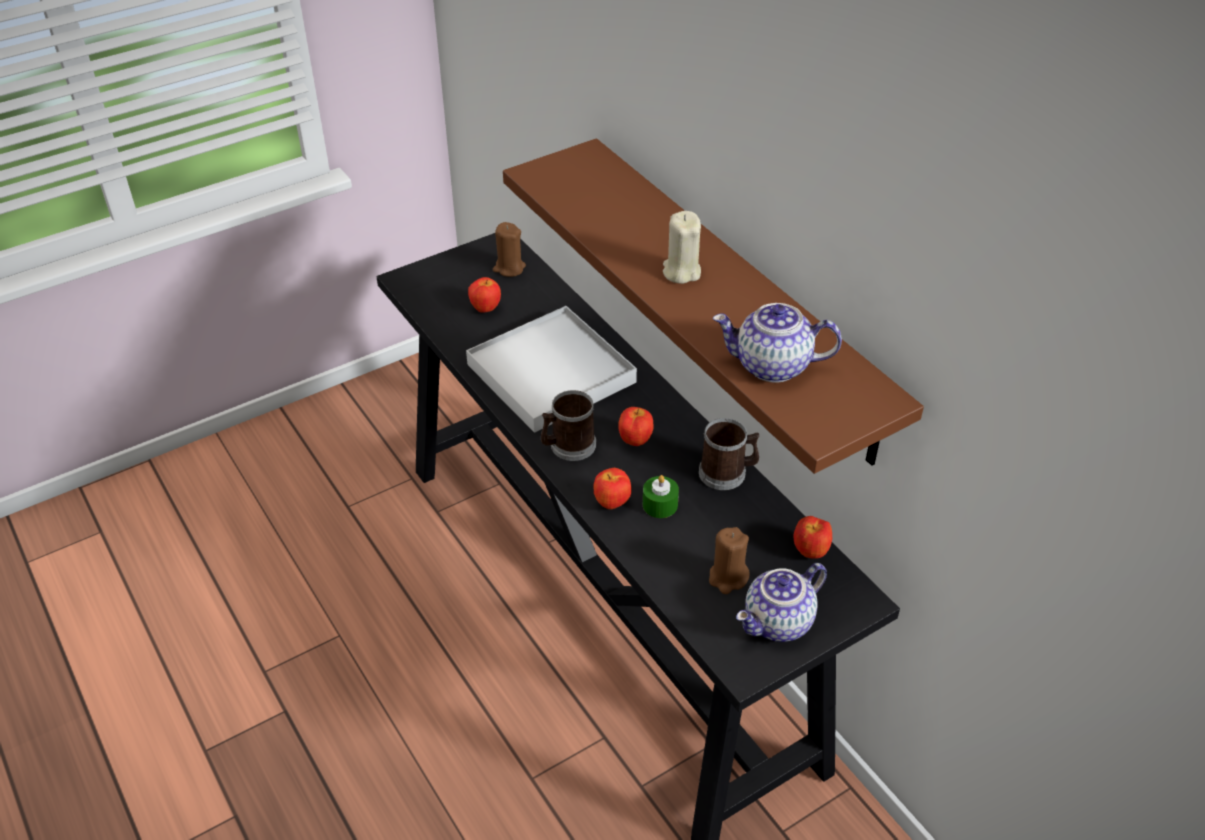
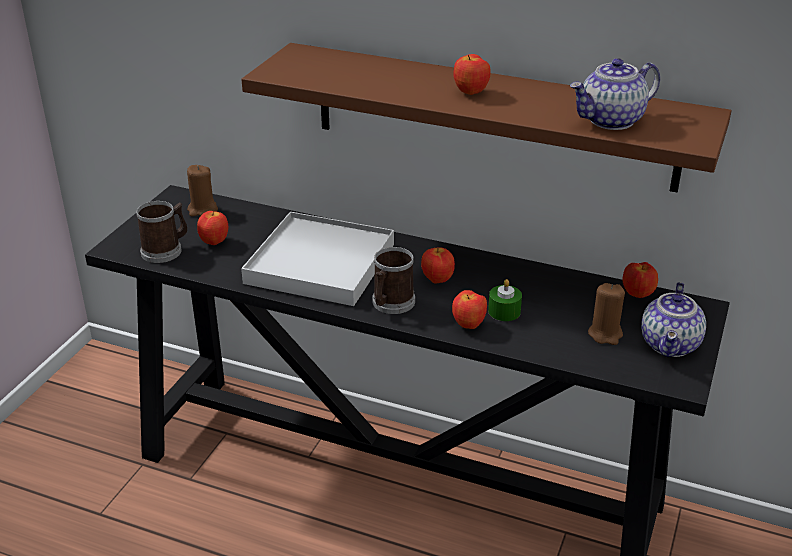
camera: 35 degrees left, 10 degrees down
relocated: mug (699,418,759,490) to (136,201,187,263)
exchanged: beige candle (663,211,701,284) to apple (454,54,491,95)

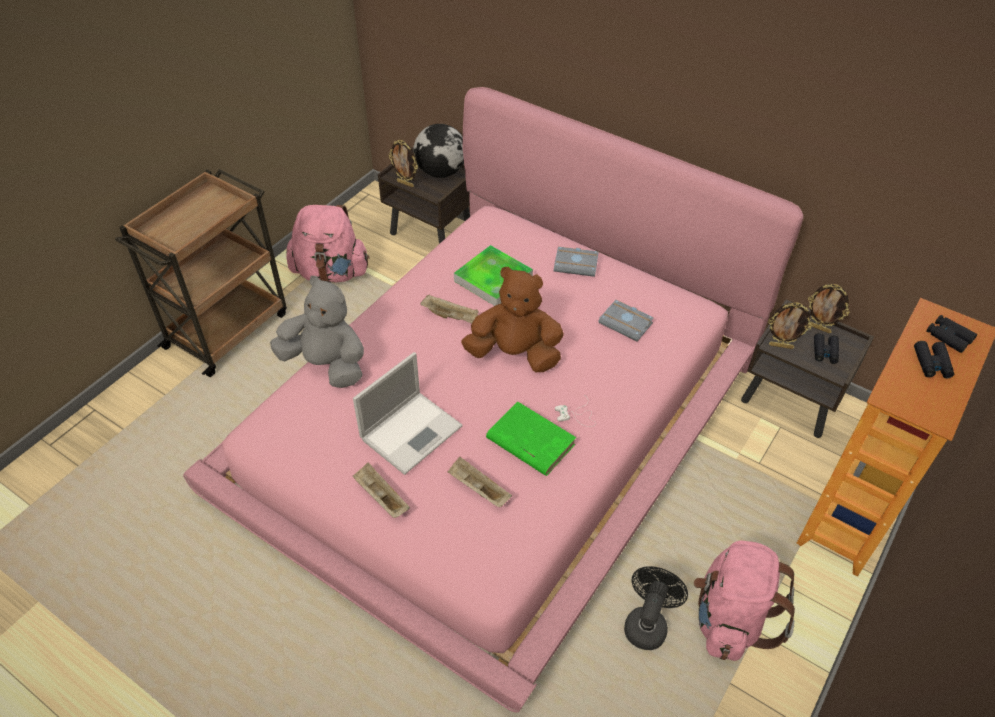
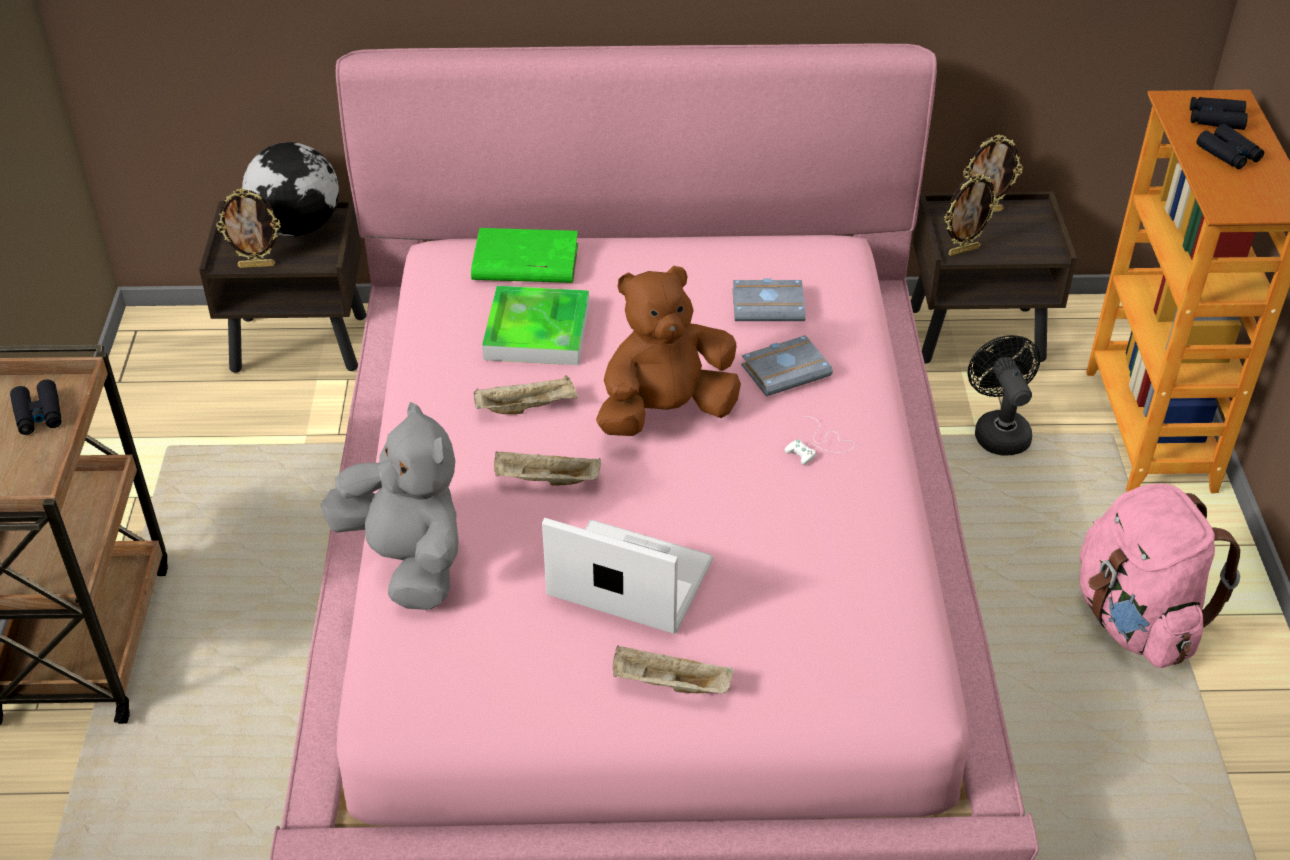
camera: 35 degrees left, 5 degrees down
missing: pink backpack (286,205,370,283)
relocated: black binoculars (814,333,839,364) to (10,380,62,435); green book (486,401,577,476) to (471,228,578,283); beige tray (448,457,512,507) to (494,451,601,486); grey book (554,246,599,277) to (741,335,833,396); black fan (624,566,688,650) to (968,335,1040,456)
spun: grey plush toy (270,276,364,388) = (321,402,458,610) 60 degrees clockwise; laptop (353,352,463,475) = (542,518,713,634) 75 degrees counterclockwise

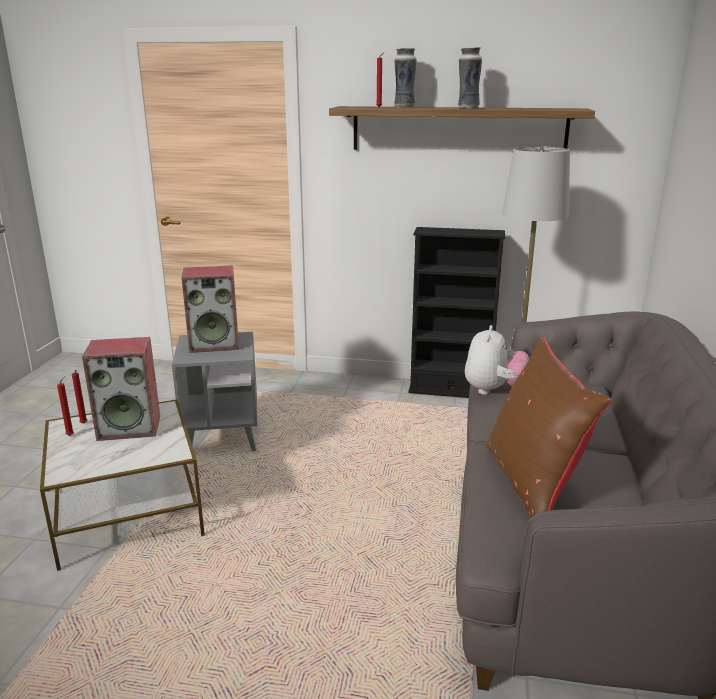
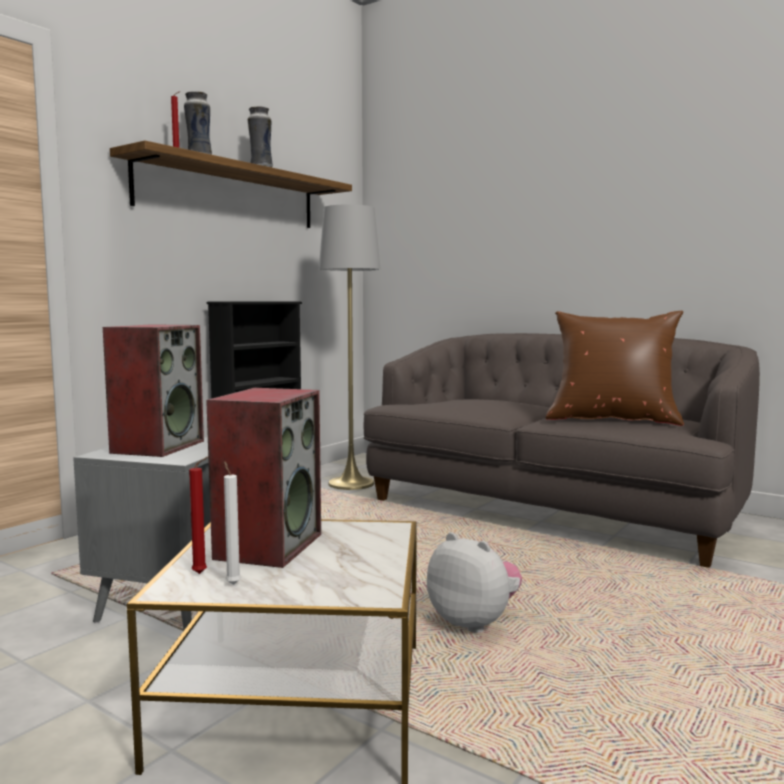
camera: 65 degrees left, 15 degrees down
relocated: plush toy (465,325,529,395) to (427,532,522,633)
colour: red candle (57,376,74,436) to white candle (224,461,241,585)

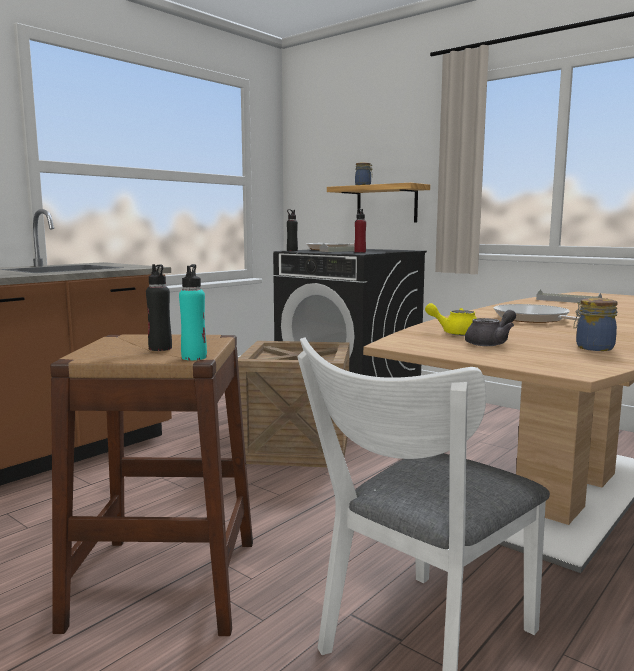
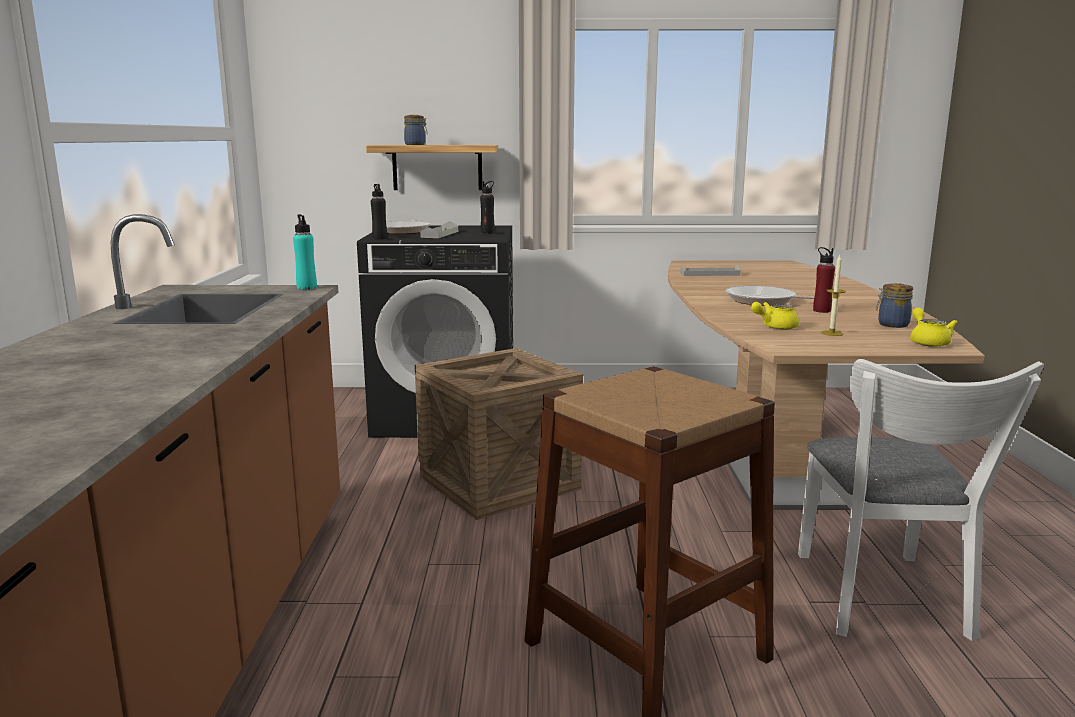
camera: 40 degrees left, 5 degrees up
appeared: yellow teapot (910,307,958,346)
relocated: turquoise bottle (179,264,207,360) to (293,214,317,289); black bottle (146,264,172,351) to (480,181,495,234); red bottle (354,209,366,253) to (813,247,835,313)
exchanged: grey teapot (465,310,516,346) to candle (821,255,846,336)

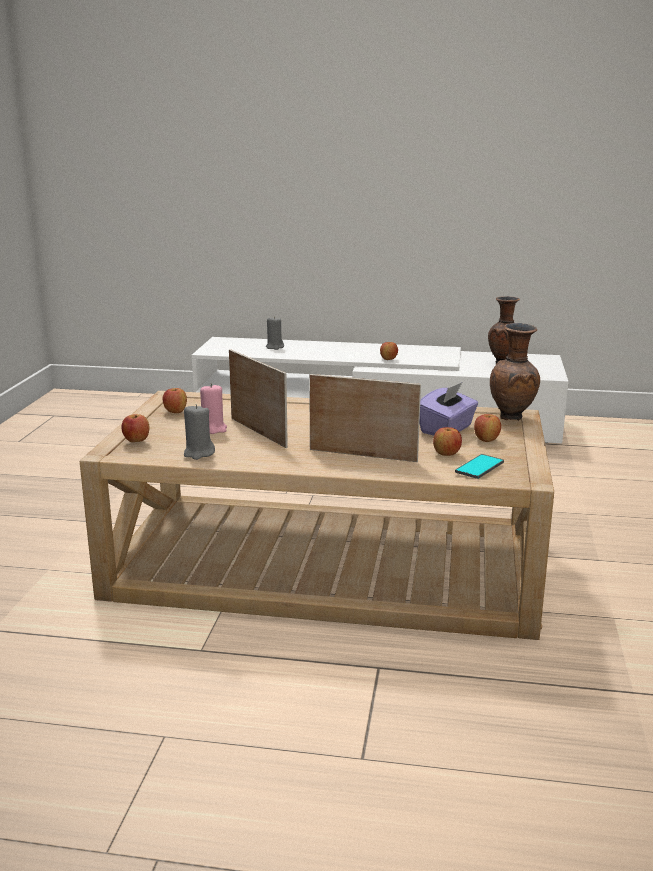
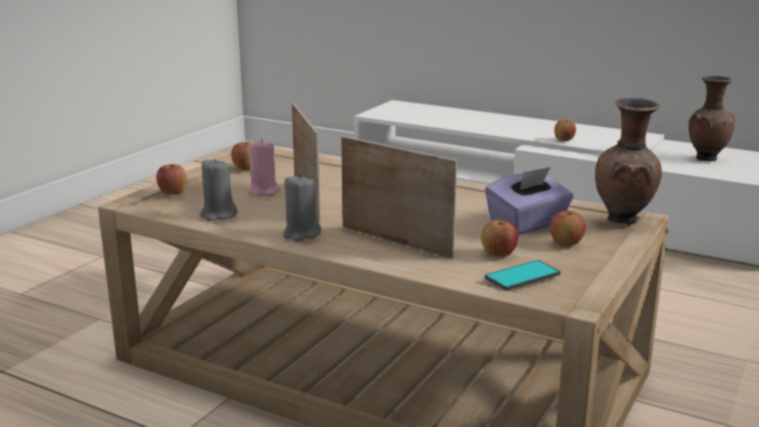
camera: 20 degrees right, 0 degrees up
relocated: grey candle (266,316,284,350) to (283,174,321,242)

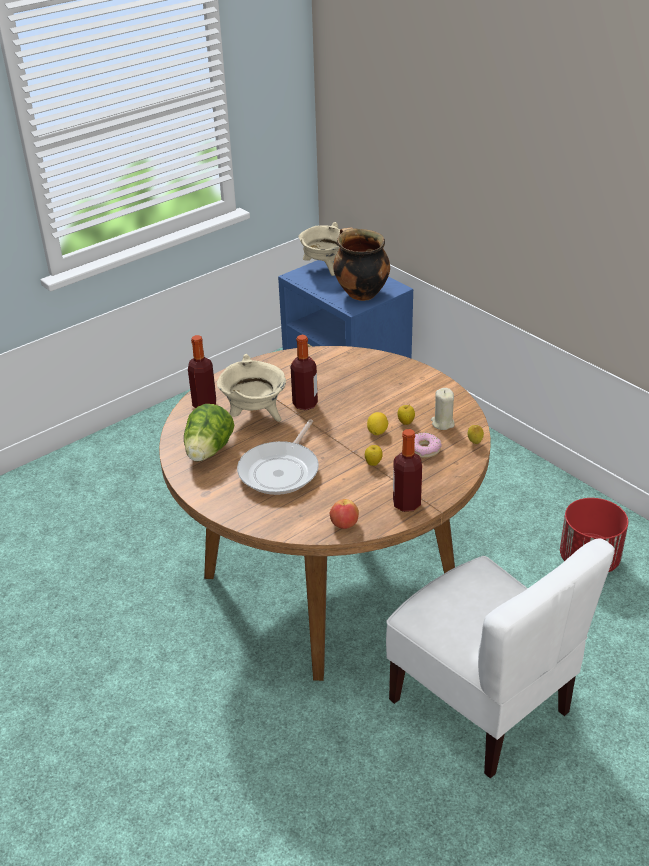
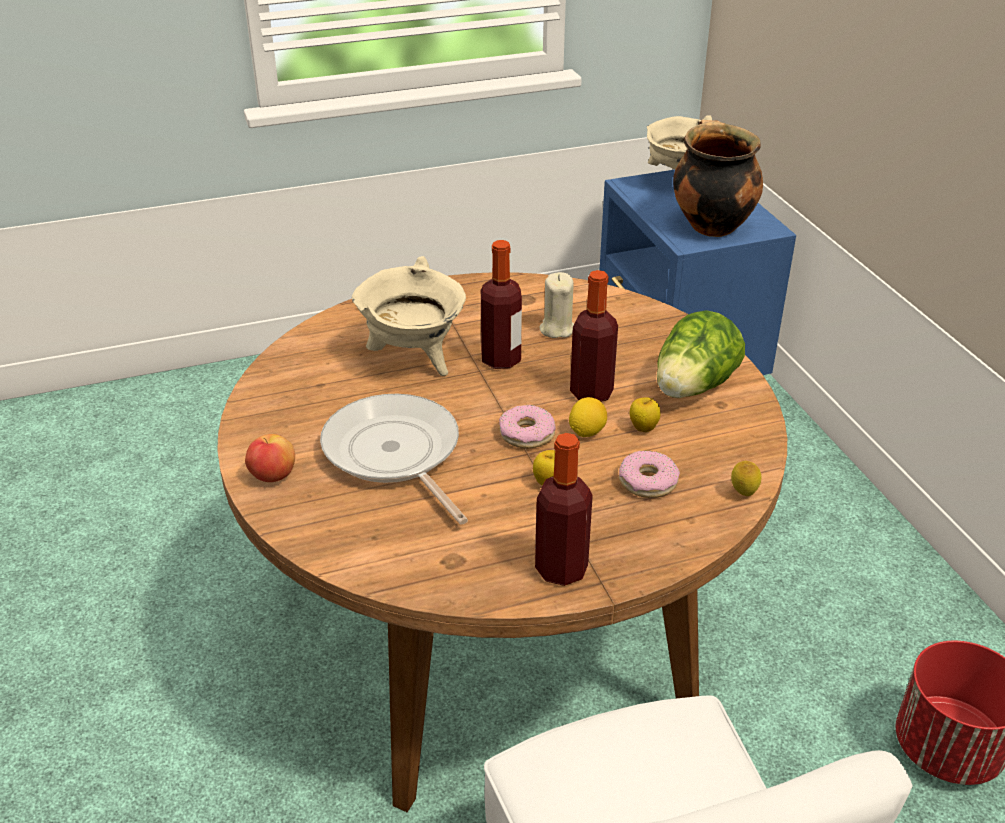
camera: 20 degrees right, 0 degrees up
appeared: donut (499,405,556,448)
relocated: apple (330,499,359,529) to (245,434,295,482); beige candle (431,388,455,430) to (539,272,574,338); bottle (188,335,216,408) to (570,270,618,402); lettuce (184,404,234,461) to (657,310,745,398)
spun: frying pan (237,419,319,495) = (320,394,468,525) 105 degrees clockwise

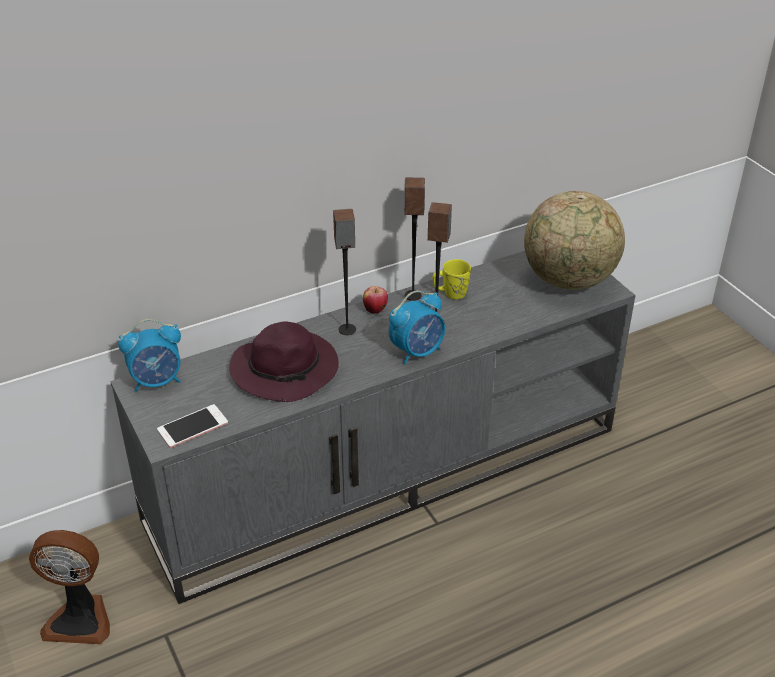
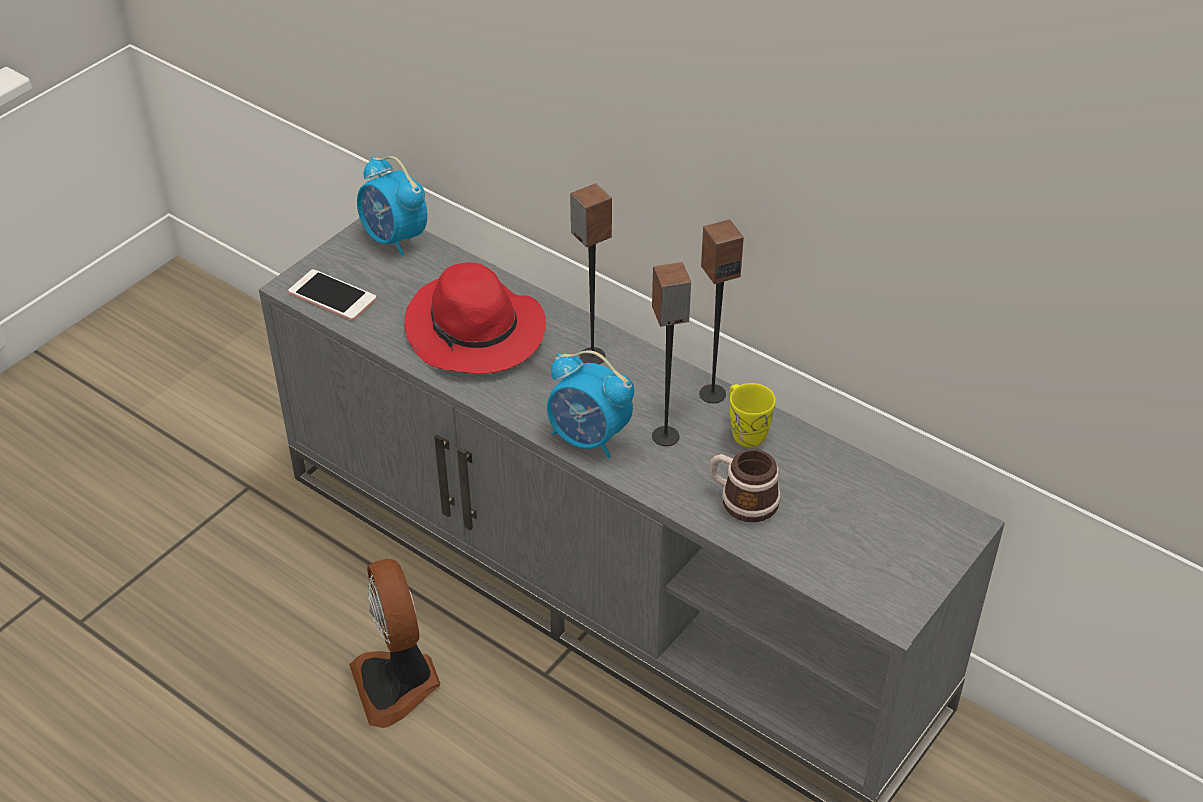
camera: 65 degrees right, 5 degrees up
missing: apple (363,286,388,314); globe (524,191,625,290)
appeared: mug (709,449,780,522)
relocated: fan (29,530,110,644) to (349,559,440,728)
colour: purple hat (229,321,339,402) to red hat (405,262,546,374)

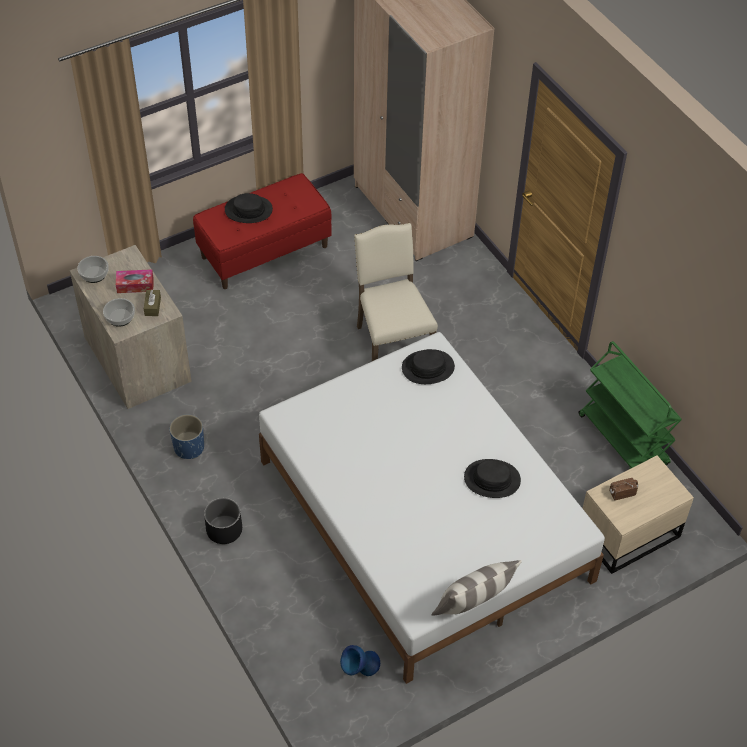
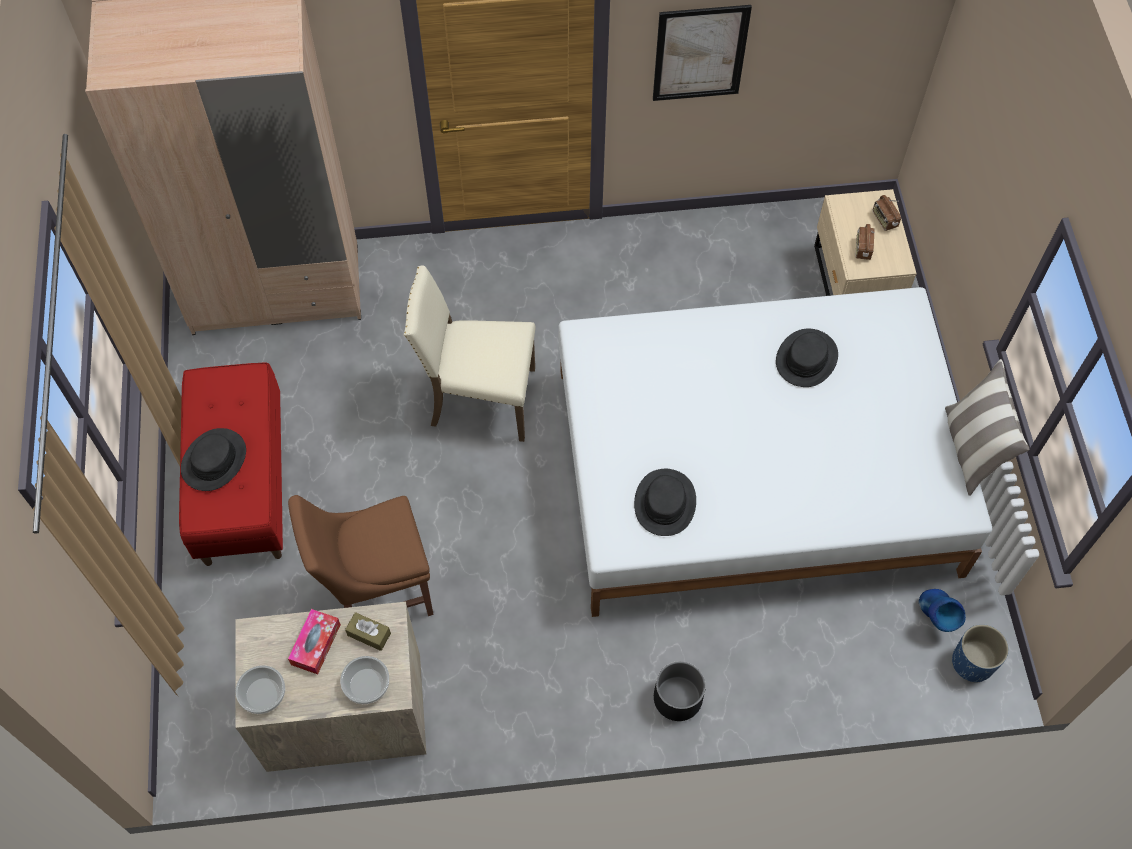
camera: 65 degrees left, 10 degrees up
missing: green cart (579,341,682,469)
appeared: brown chair (288,495,433,616); picture (653,5,752,101); radio (873,195,901,231)
relocated: black hat (402,349,455,384) to (634,469,696,536); blue planter (170,415,204,459) to (952,624,1009,683)

